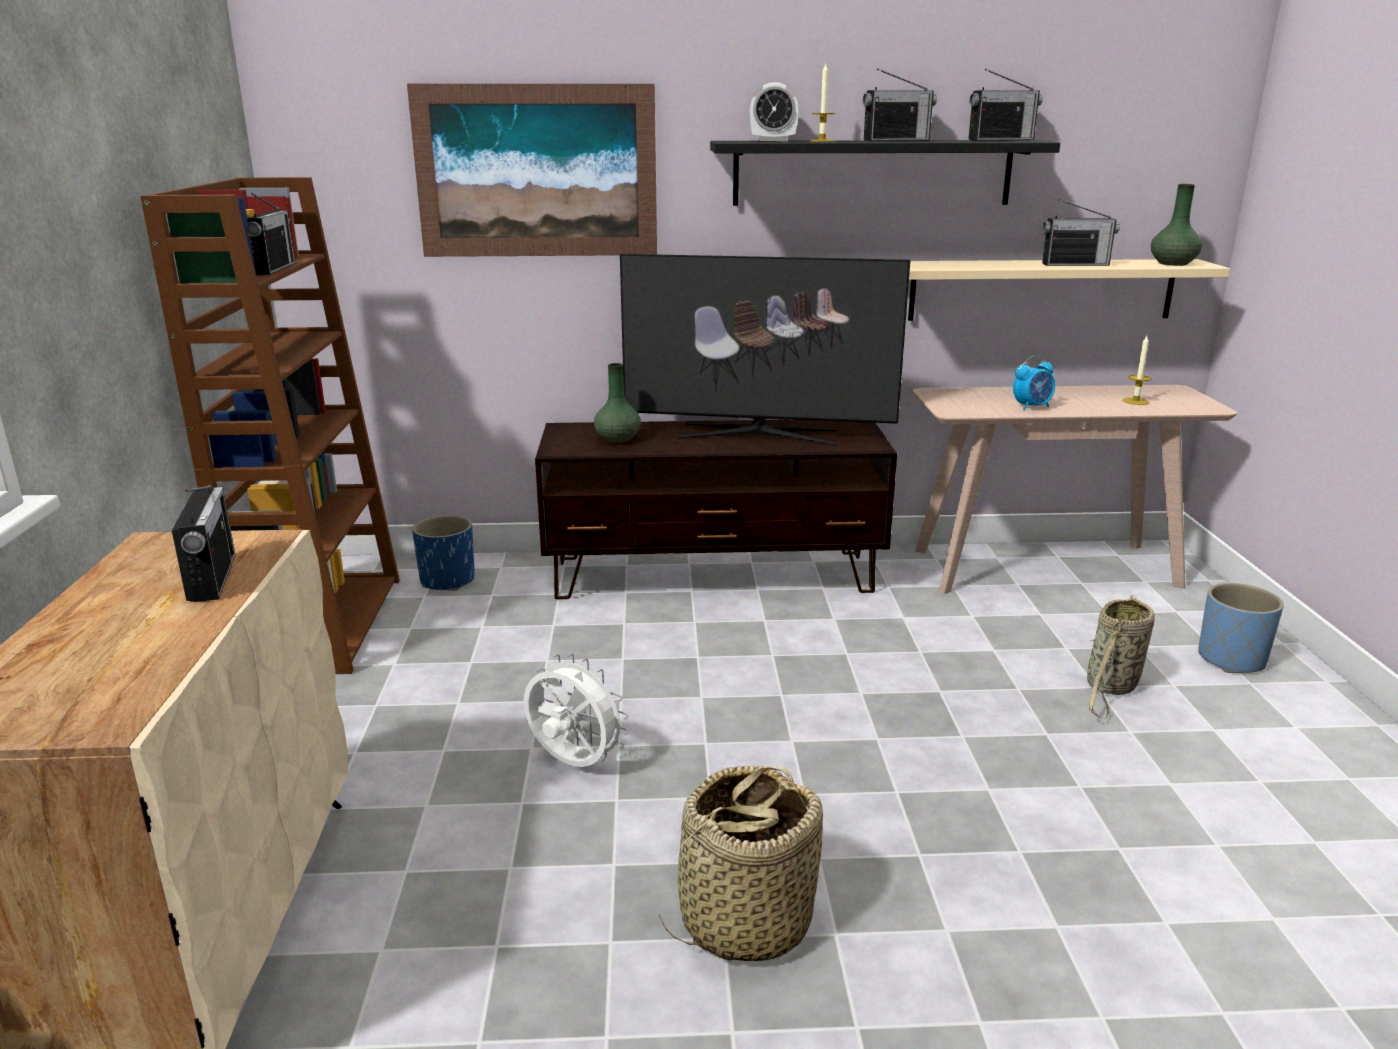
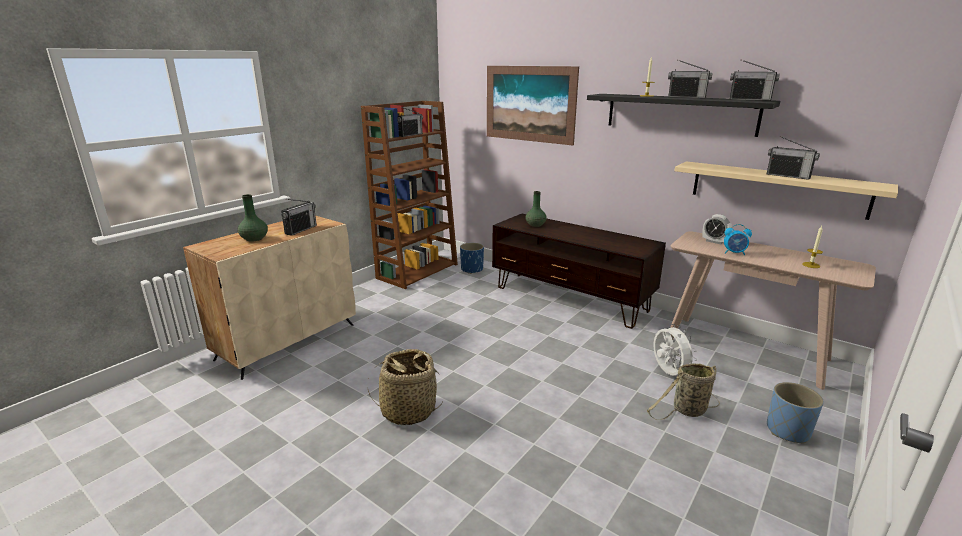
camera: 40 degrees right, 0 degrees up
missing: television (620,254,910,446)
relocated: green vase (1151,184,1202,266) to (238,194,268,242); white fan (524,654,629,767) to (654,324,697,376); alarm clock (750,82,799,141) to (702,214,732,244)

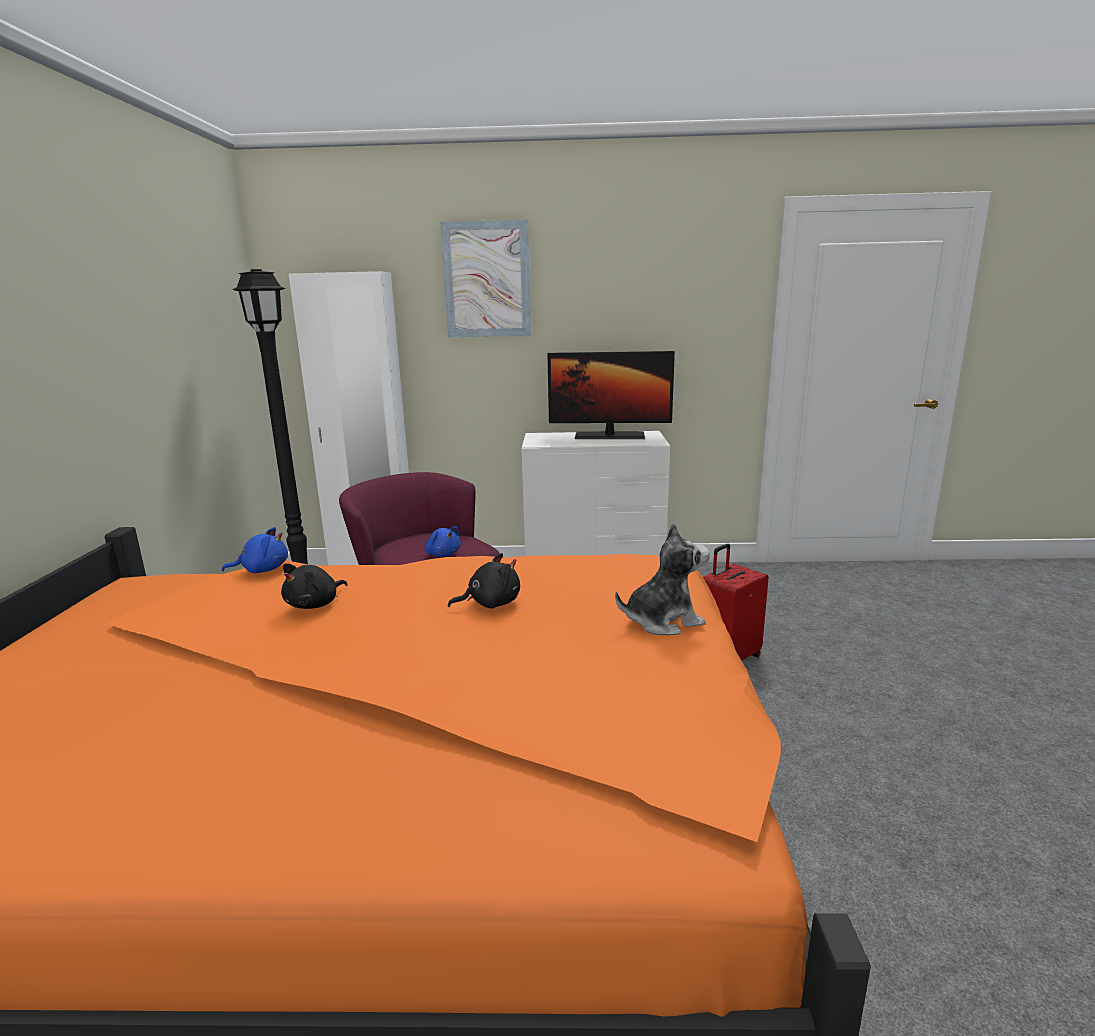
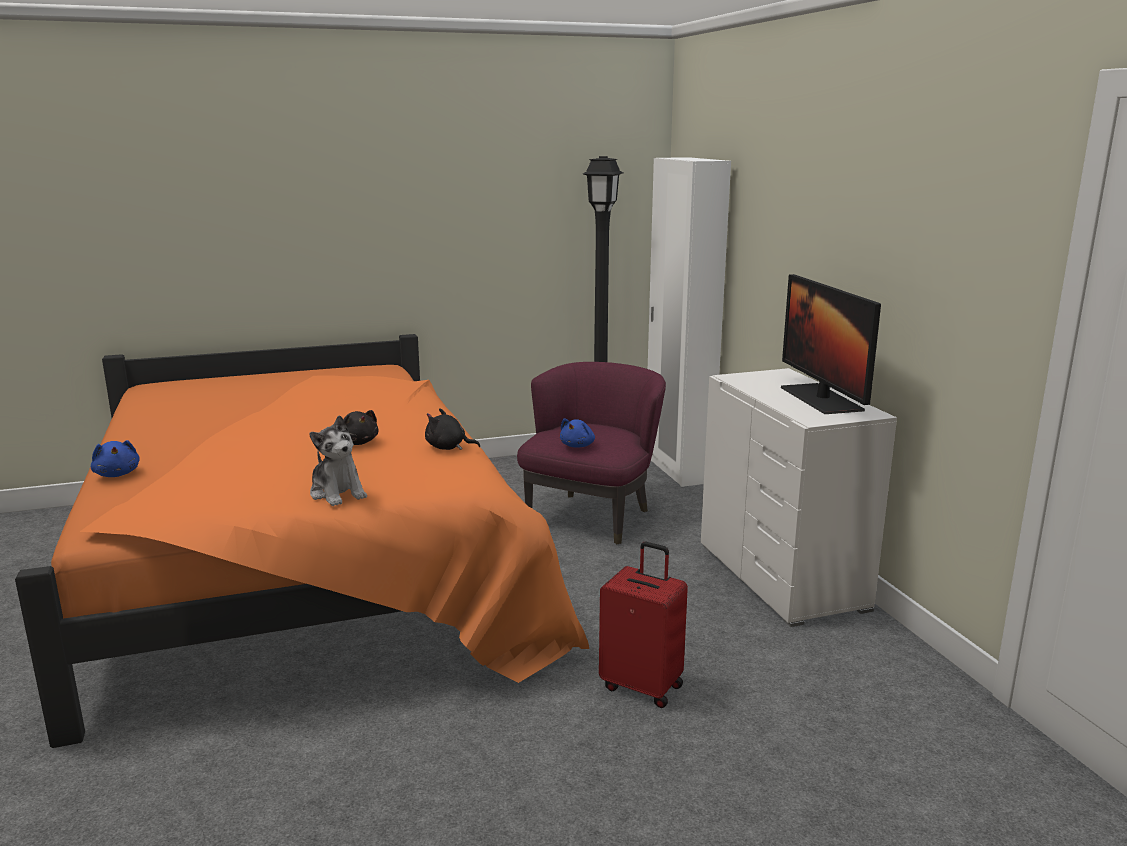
camera: 70 degrees right, 0 degrees up
missing: picture (440,220,531,337)
relocated: blue plush toy (222,527,288,573) to (91,440,140,477); black plush toy (281,563,348,609) to (425,408,480,450)

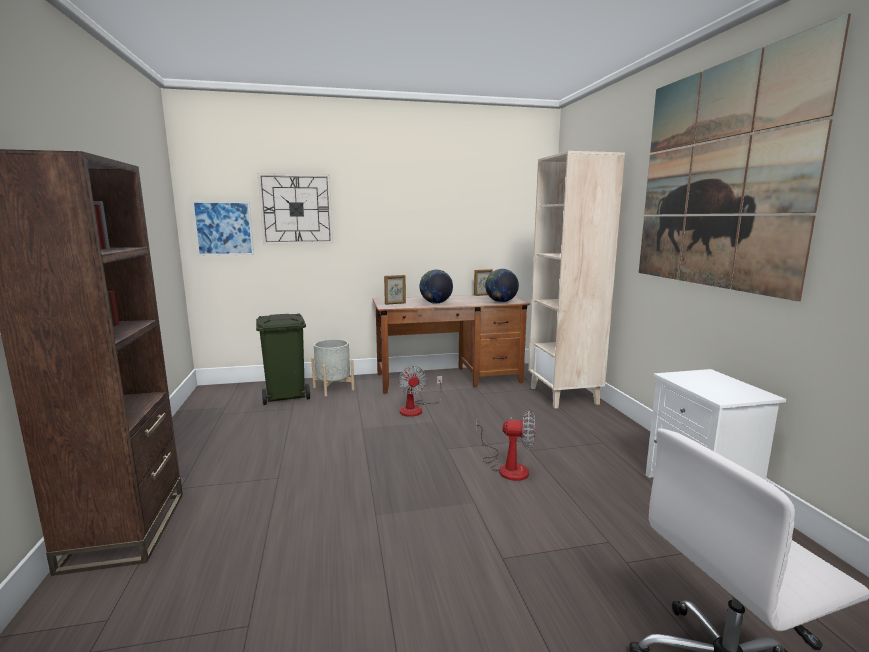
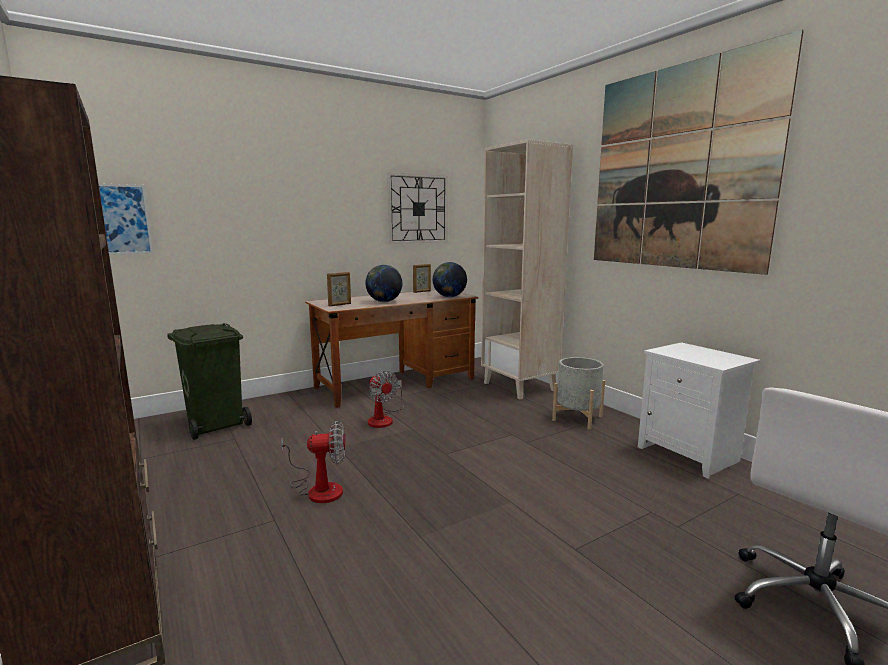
camera: 20 degrees left, 0 degrees up
relocated: fan (476,411,536,481) to (281,421,345,503); wall clock (258,173,333,245) to (387,173,448,244); grey planter (311,339,354,397) to (552,357,605,429)

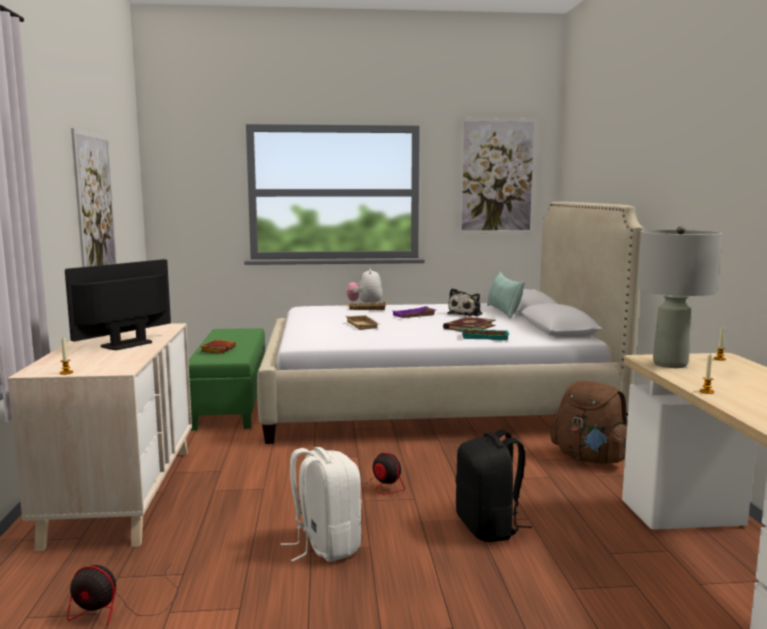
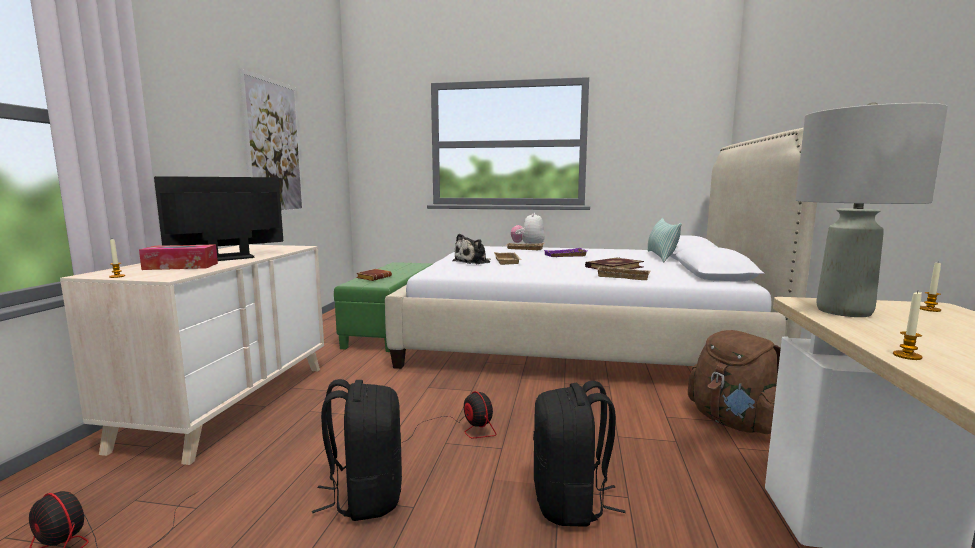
camera: 15 degrees right, 0 degrees up
missing: picture (458,118,538,234)
appeared: tissue box (139,244,218,270)
relocated: plush toy (447,288,483,316) to (452,234,491,264)
colour: white backpack (281,447,362,562) to black backpack (312,379,402,521); turquoise tray (461,328,509,340) to beige tray (597,266,651,280)

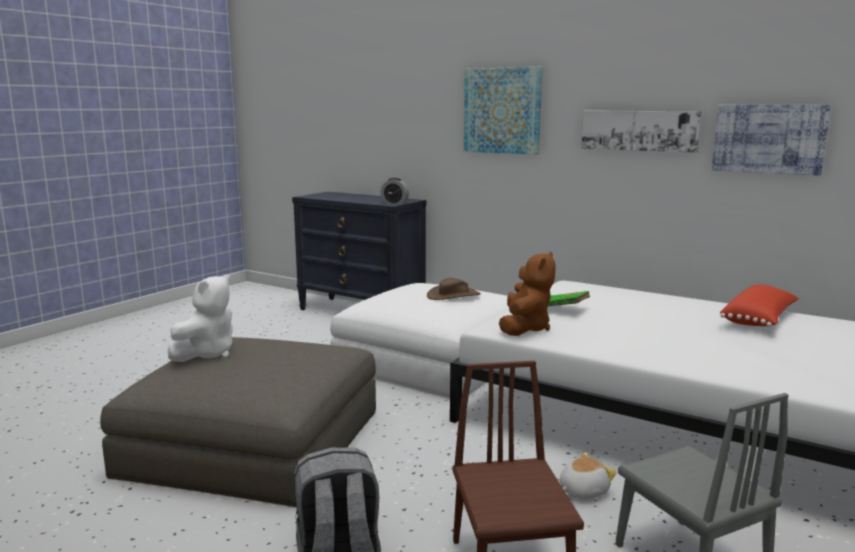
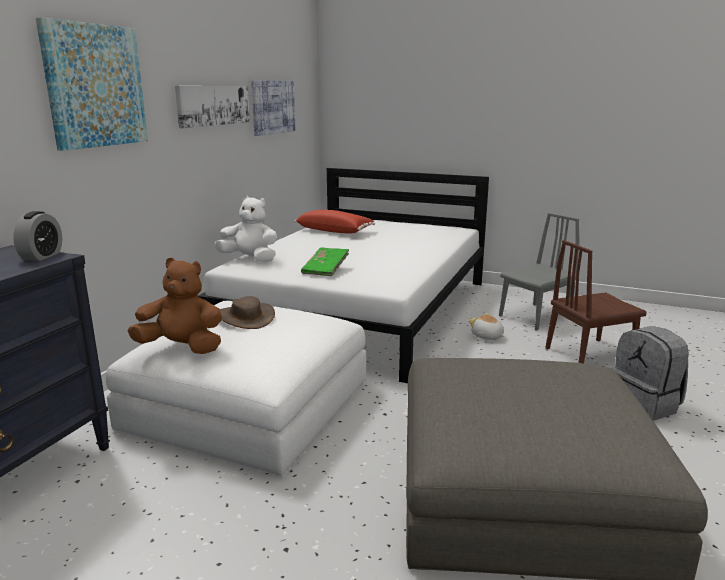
camera: 100 degrees left, 5 degrees up
relocated: brown plush toy (499,251,556,336) to (128,258,222,354); white plush toy (168,274,233,362) to (214,196,277,262)

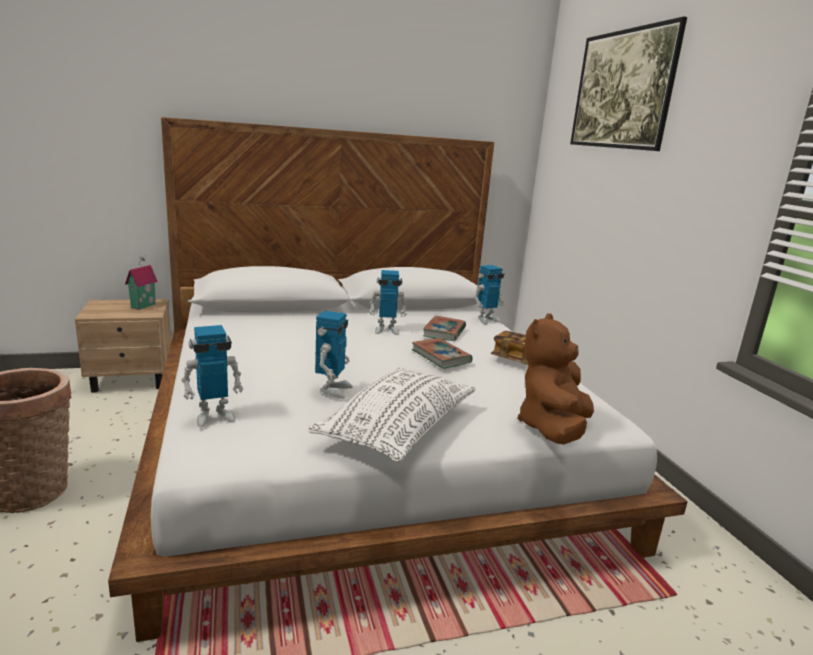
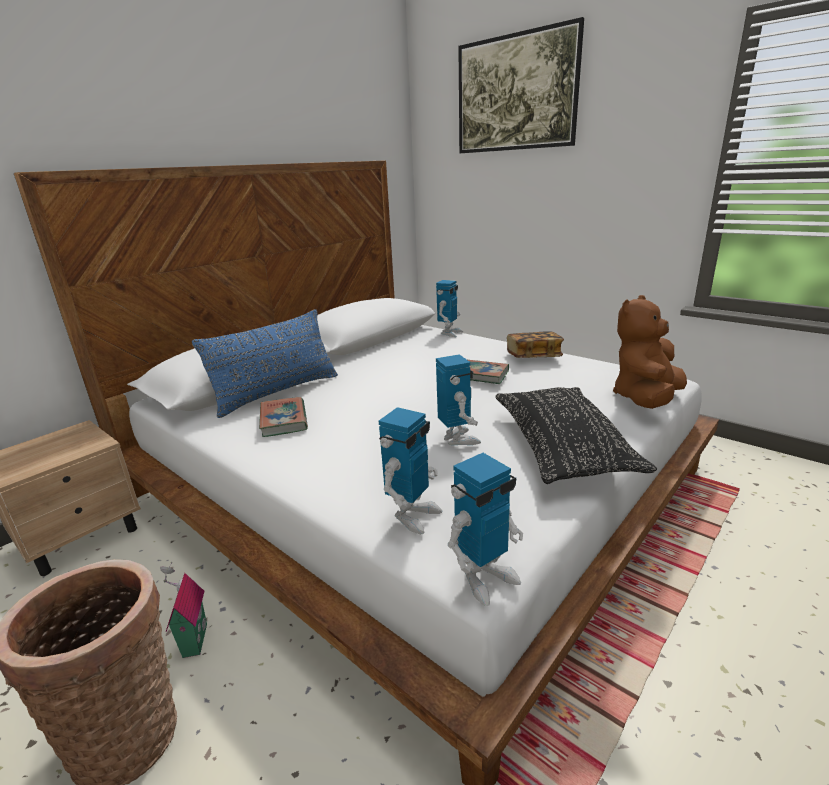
camera: 30 degrees left, 5 degrees up
appeared: blue pillow (192,309,338,418)
relocated: toy house (125,254,158,310) to (160,562,207,658); book (423,316,466,341) to (259,397,308,437); toy robot (369,270,407,335) to (448,453,523,606)
colour: white pillow (308,368,475,462) to black pillow (495,387,657,484)
spun: brown plush toy (517,313,594,445) = (613,295,687,409) 45 degrees clockwise

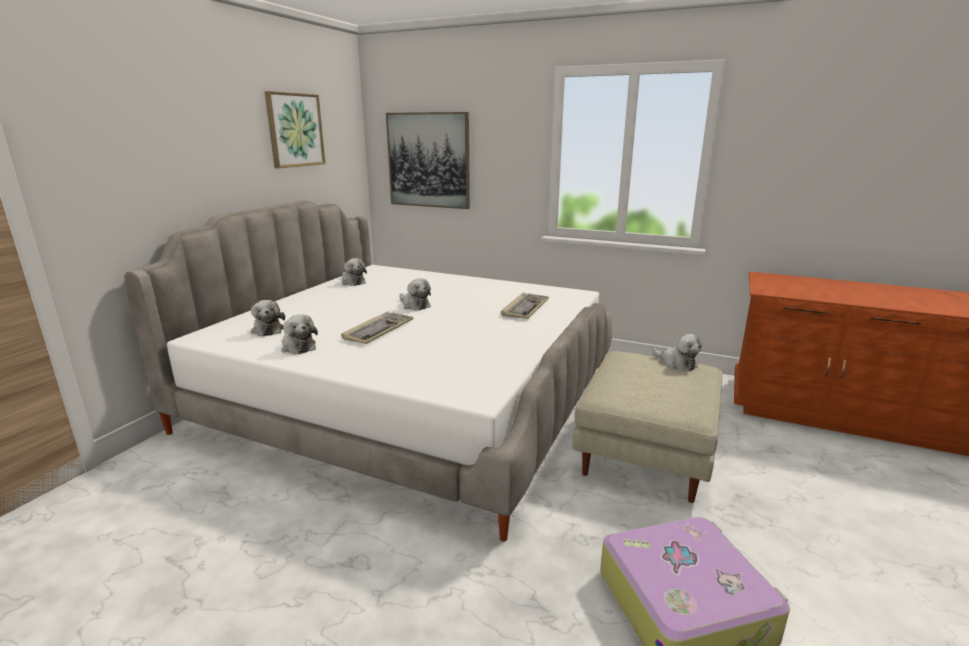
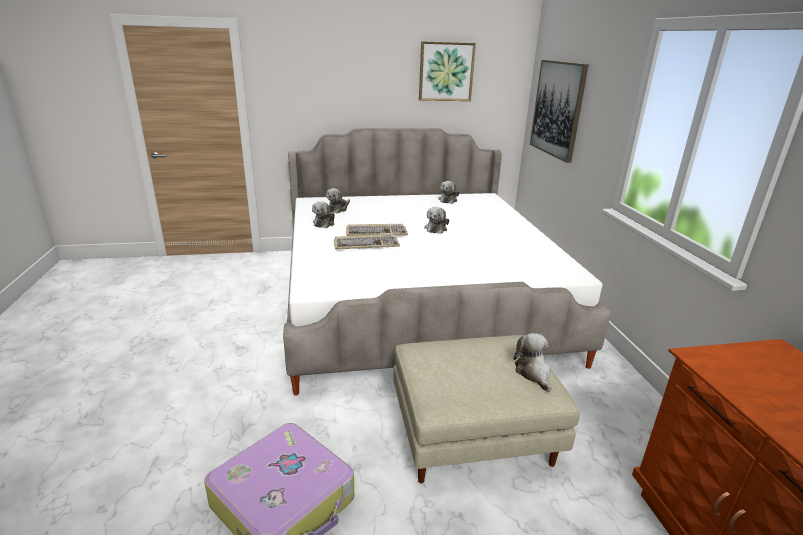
camera: 55 degrees right, 5 degrees up
relocated: keyboard (501,293,549,319) to (334,234,400,250)
spun: plush toy (652,334,702,371) = (513,333,551,392) 150 degrees clockwise

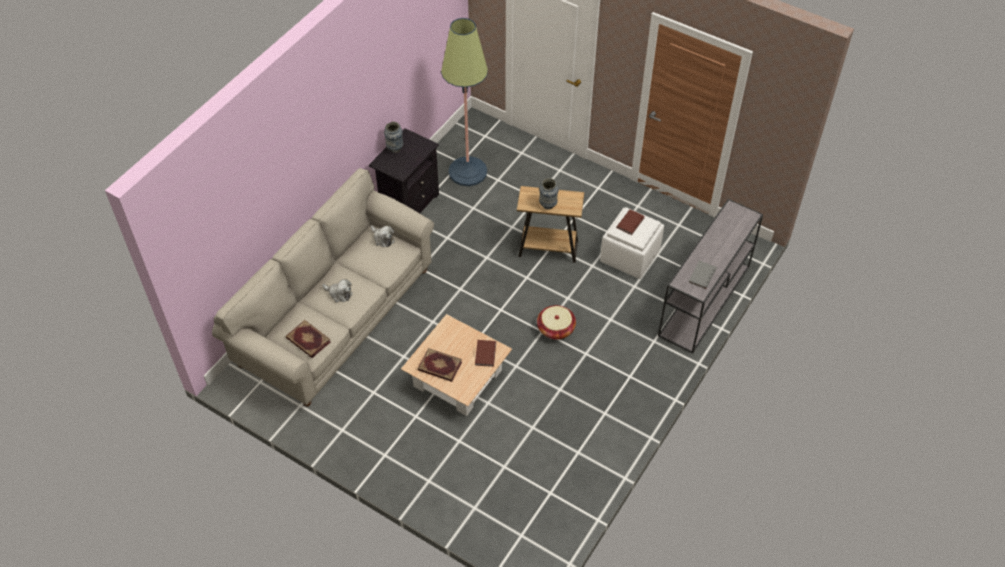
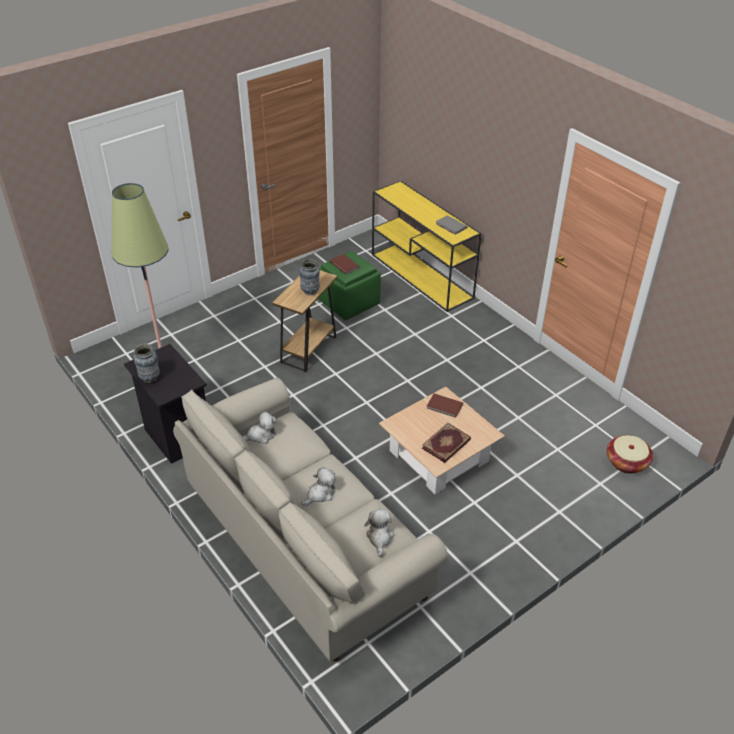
camera: 70 degrees left, 10 degrees down
relocated: basket (537,305,576,340) to (607,435,653,474)
exchanged: book (286,320,331,358) to plush toy (364,509,394,557)
colour: white ottoman (600,207,664,279) to green ottoman (318,251,381,320); grey console table (658,199,763,353) to yellow console table (372,181,481,312)

